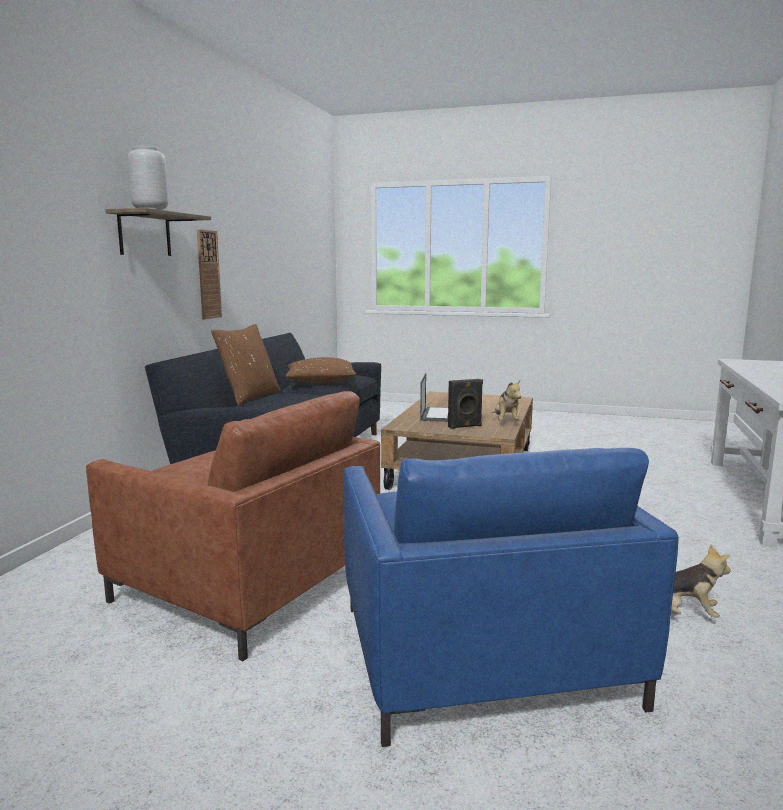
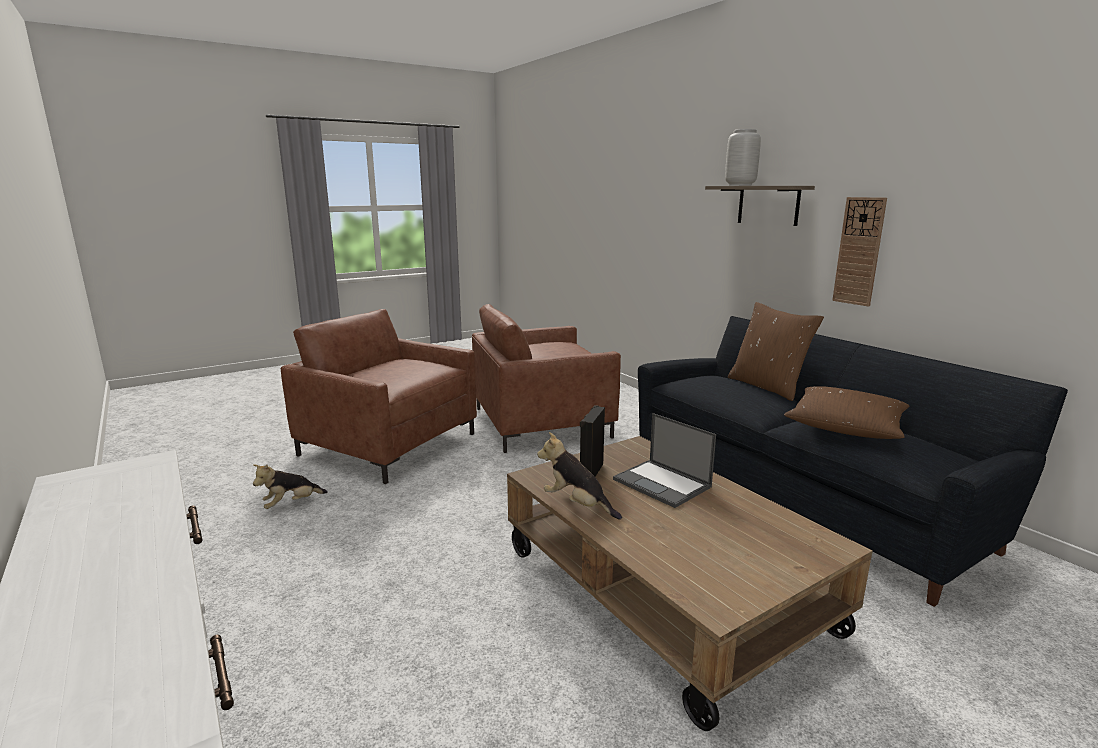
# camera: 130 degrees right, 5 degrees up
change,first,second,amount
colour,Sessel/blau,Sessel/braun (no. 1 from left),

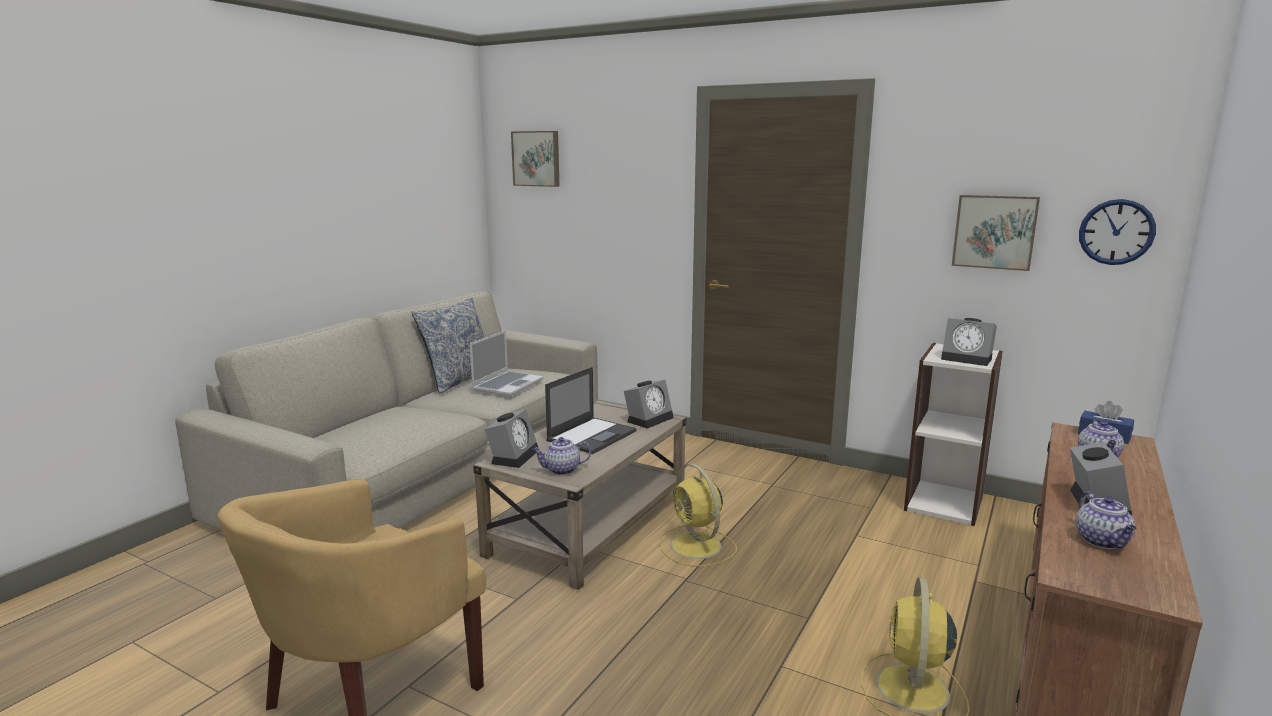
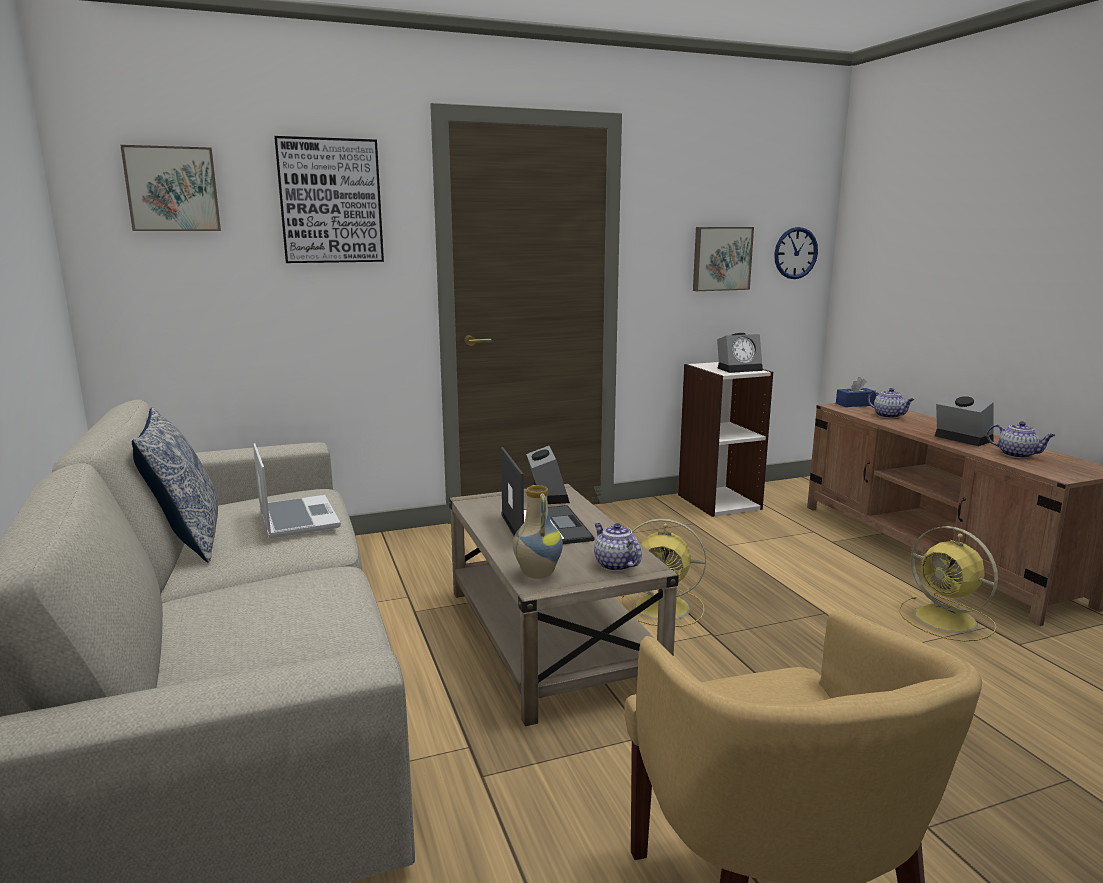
# camera: 50 degrees left, 0 degrees up
change,first,second,amount
exchanged,Wecker (no. 1 from left),Vase,
spun,Teekanne (no. 1 from left),,120 degrees clockwise
appeared,,Bild (no. 2 from left),

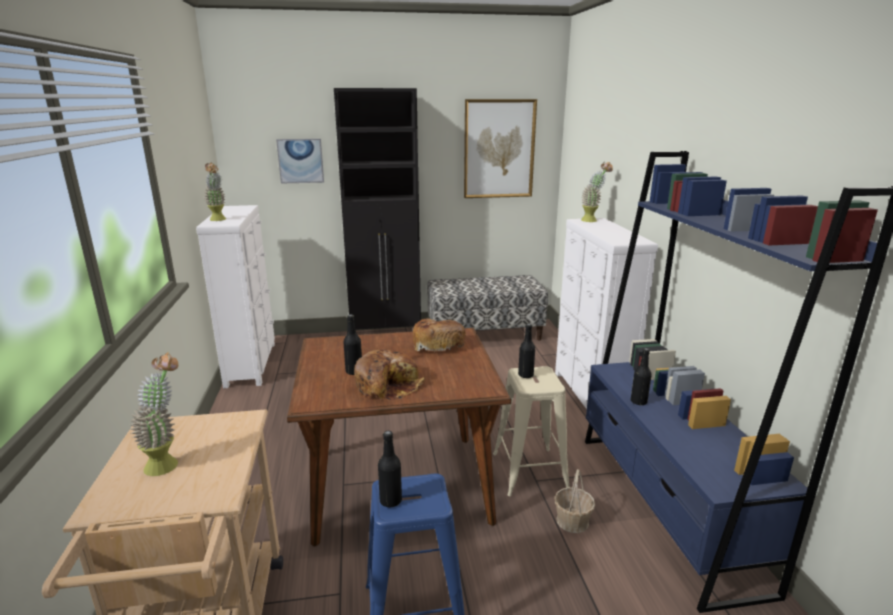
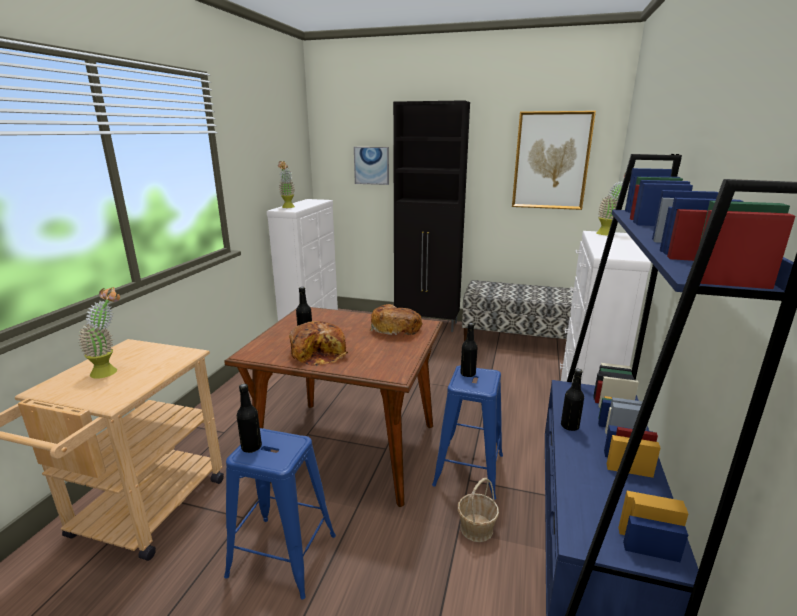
# camera: 25 degrees right, 0 degrees up
change,first,second,amount
colour,Hocker/beige,Hocker/blau (no. 2 from left),

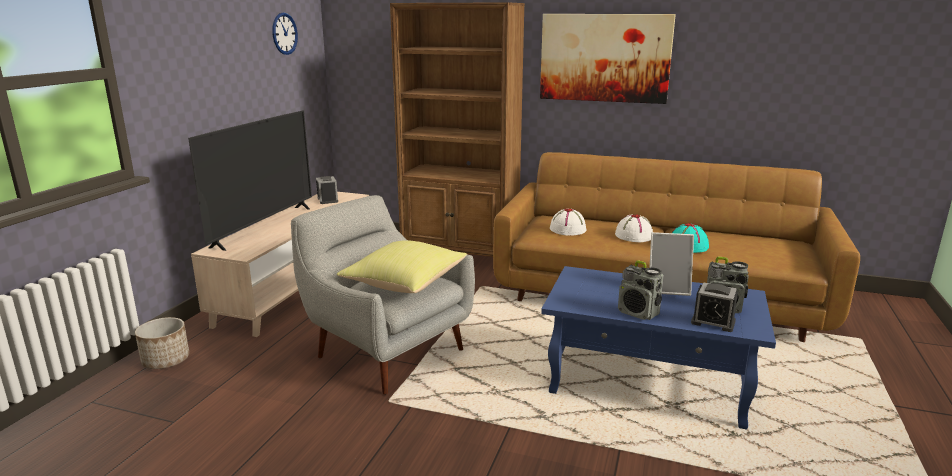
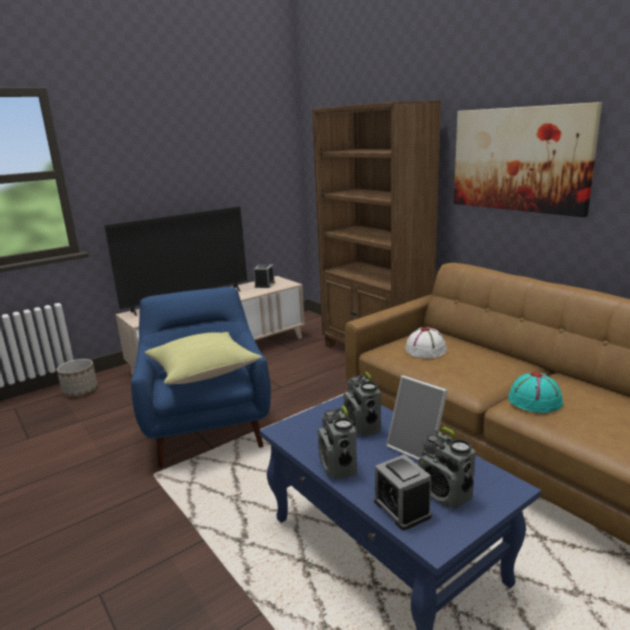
# camera: 35 degrees right, 0 degrees up
change,first,second,amount
missing,Wanduhr,,
colour,Sessel/grau,Sessel/blau,
missing,Hut/weiß (no. 2 from left),,
appeared,,Radio (no. 2 from left),

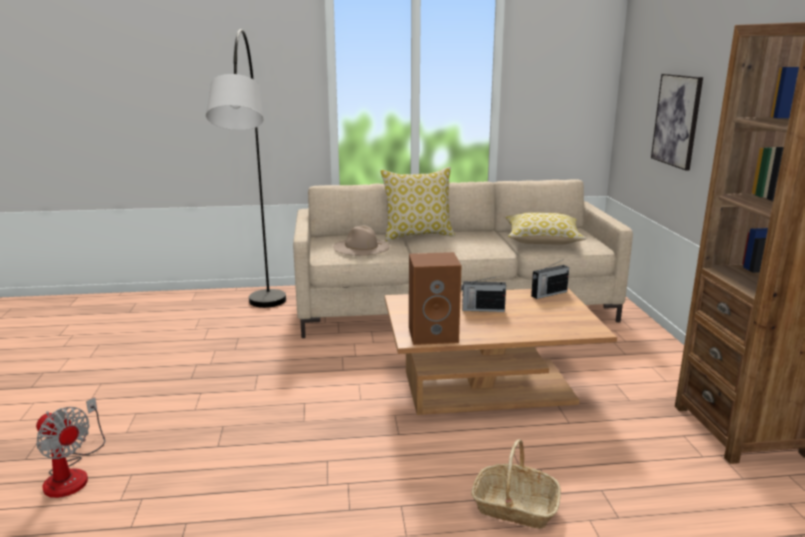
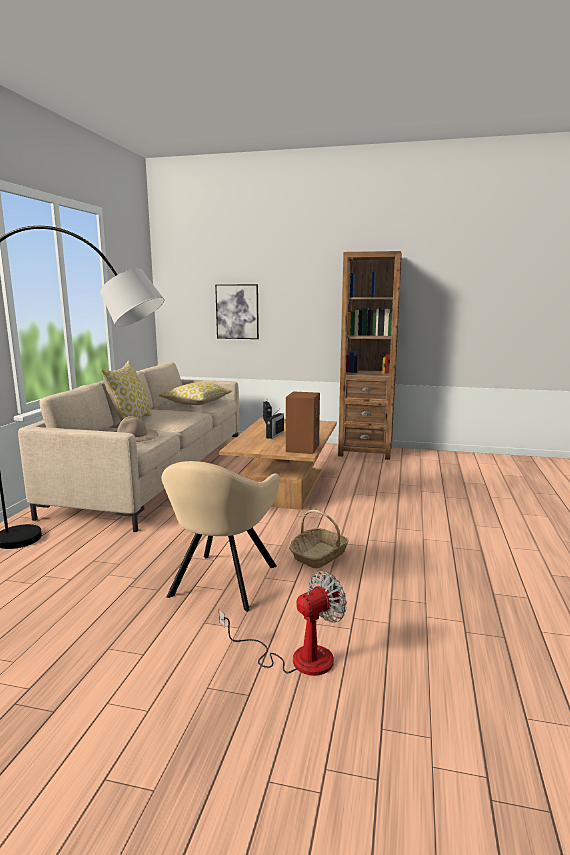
# camera: 70 degrees left, 5 degrees down
change,first,second,amount
relocated,Korb,,
appeared,,Sessel/beige,

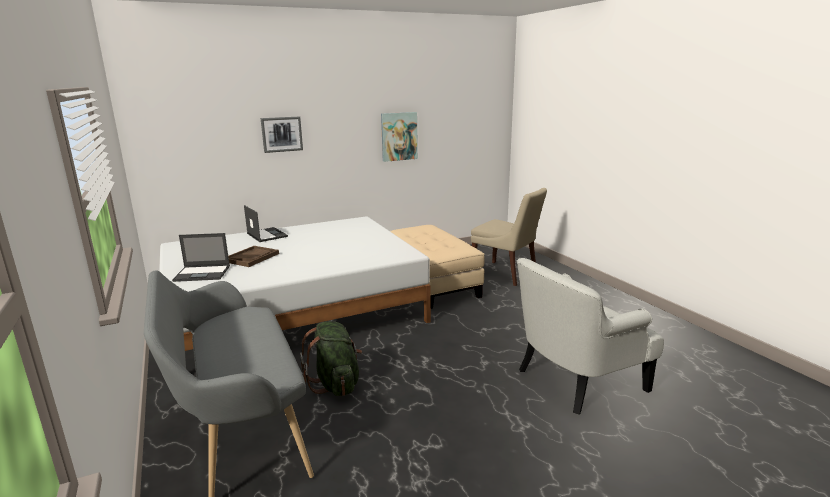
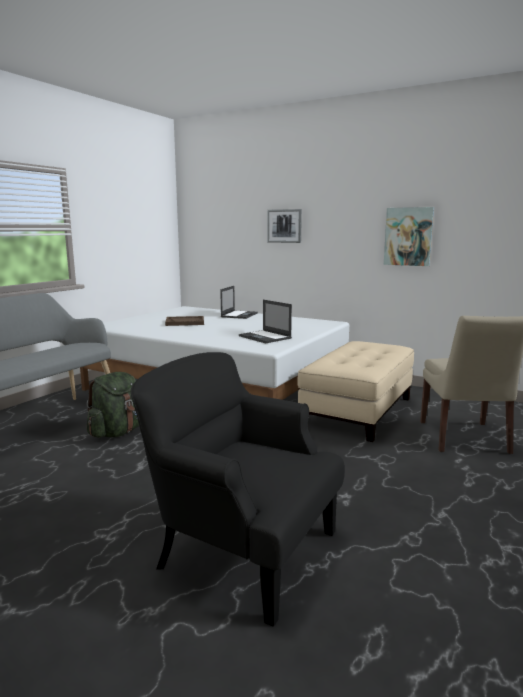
# camera: 55 degrees right, 5 degrees down
change,first,second,amount
relocated,Laptop (no. 1 from left in the first image),Laptop (no. 2 from left),
colour,Sessel/weiß,Sessel/schwarz,

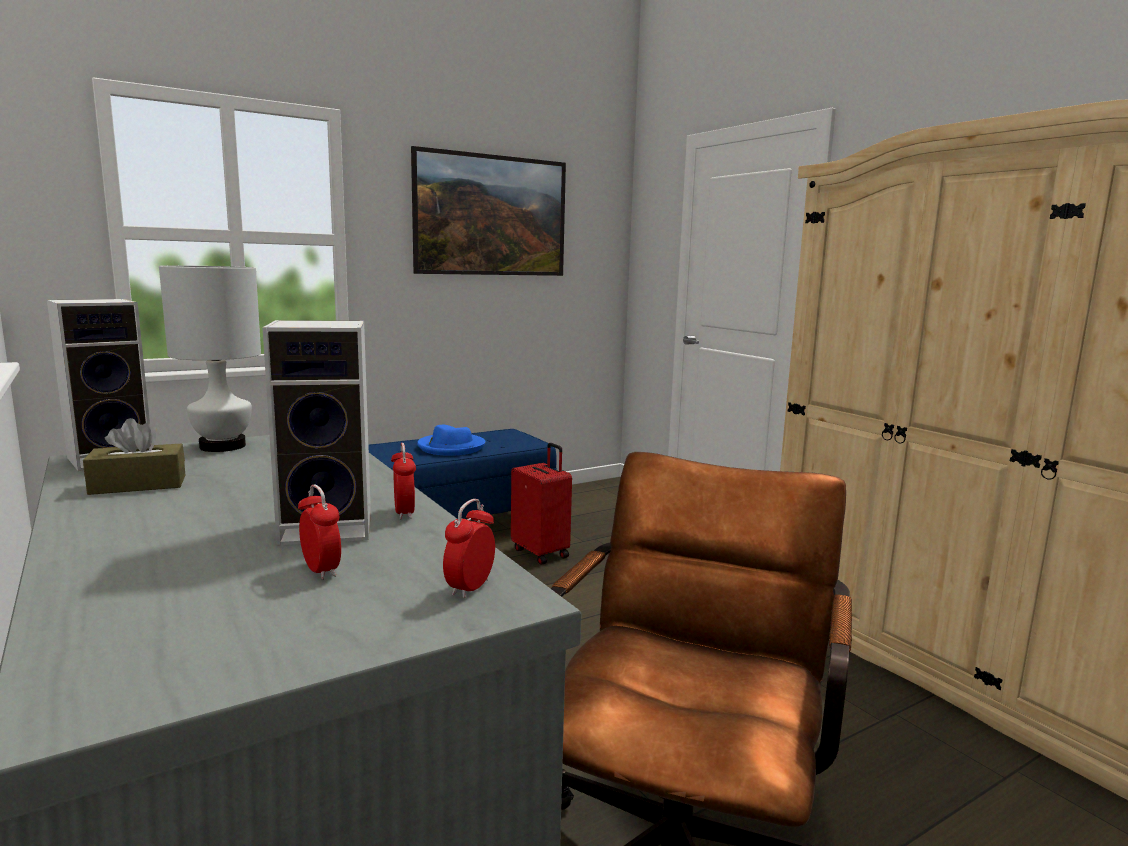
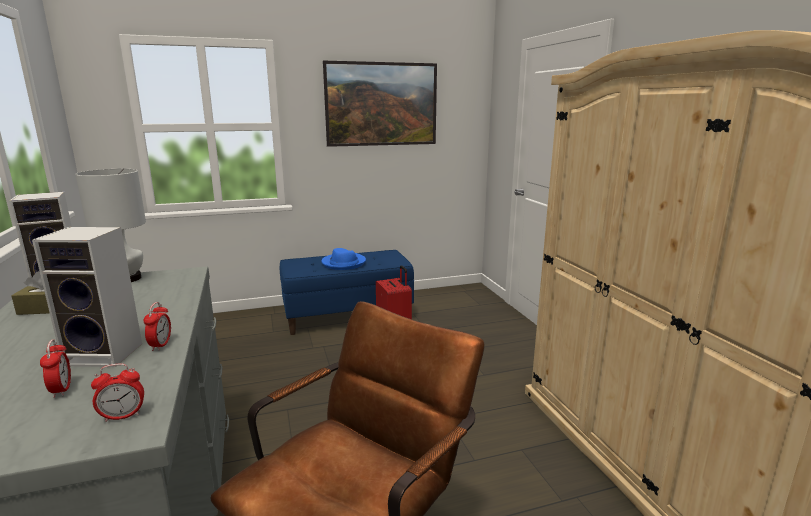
# camera: 15 degrees right, 5 degrees up
change,first,second,amount
spun,Wecker (no. 3 from left in the first image),Wecker (no. 2 from left),150 degrees counterclockwise

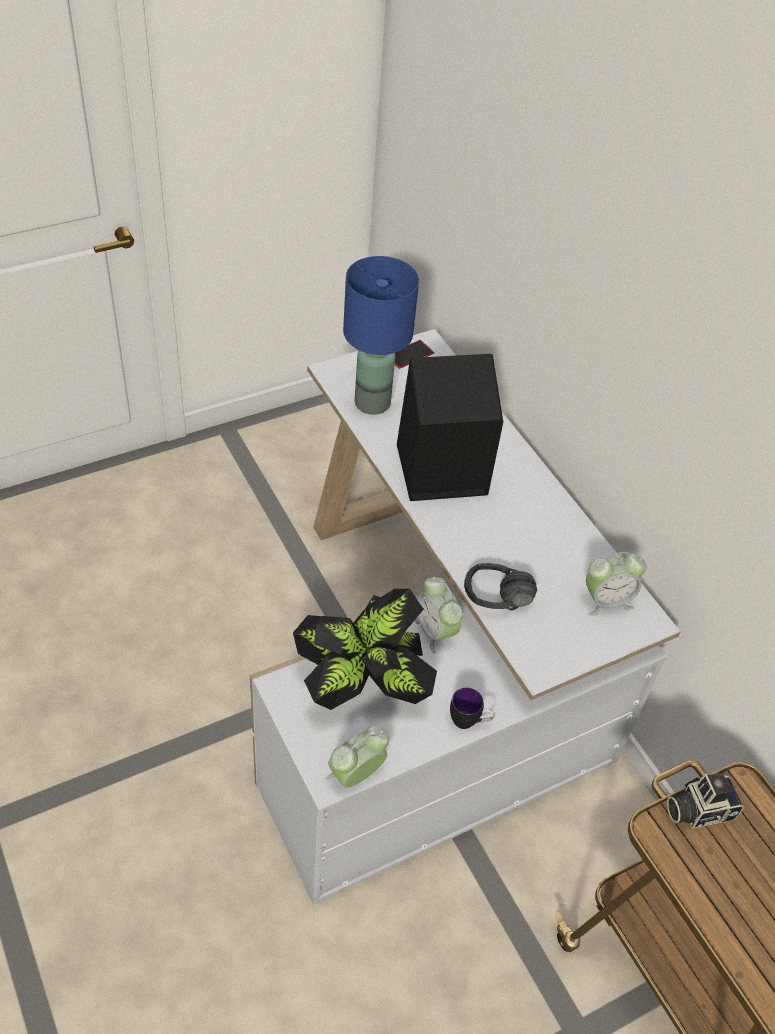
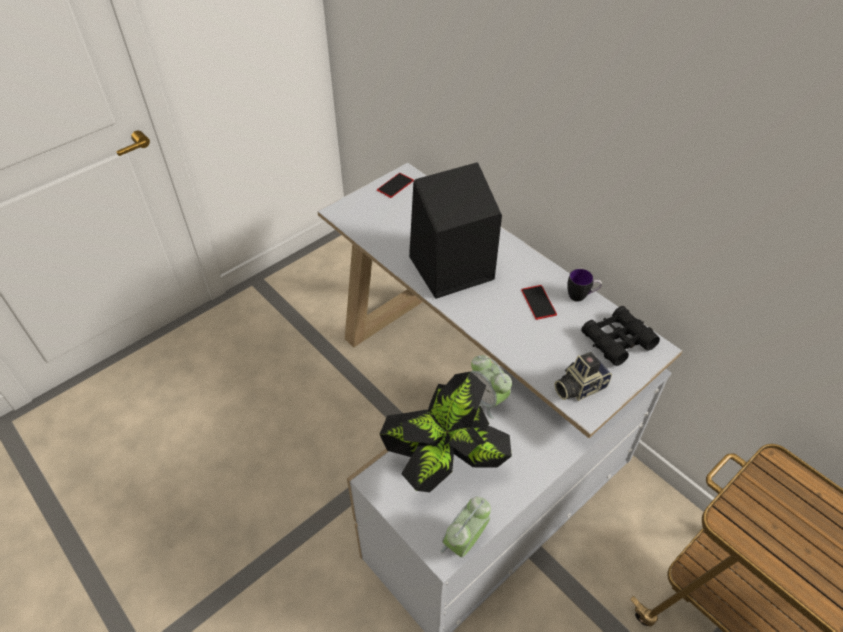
# camera: 10 degrees left, 0 degrees up
change,first,second,amount
missing,Tischlampe/blau,,
exchanged,Wecker (no. 3 from left),Fernglas/schwarz,
missing,Kopfhörer/schwarz,,
relocated,Henkelbecher,,
relocated,Kamera,,
appeared,,Handy (no. 2 from left),

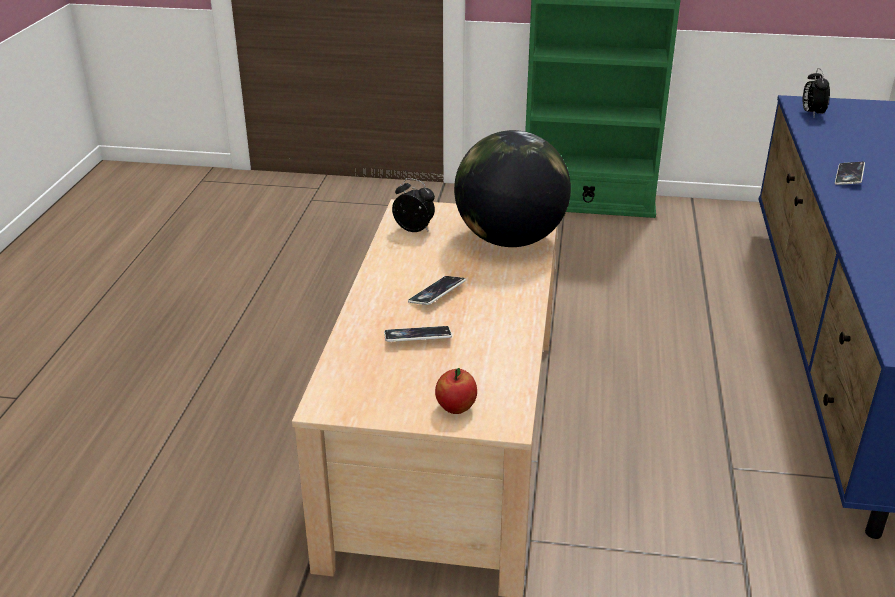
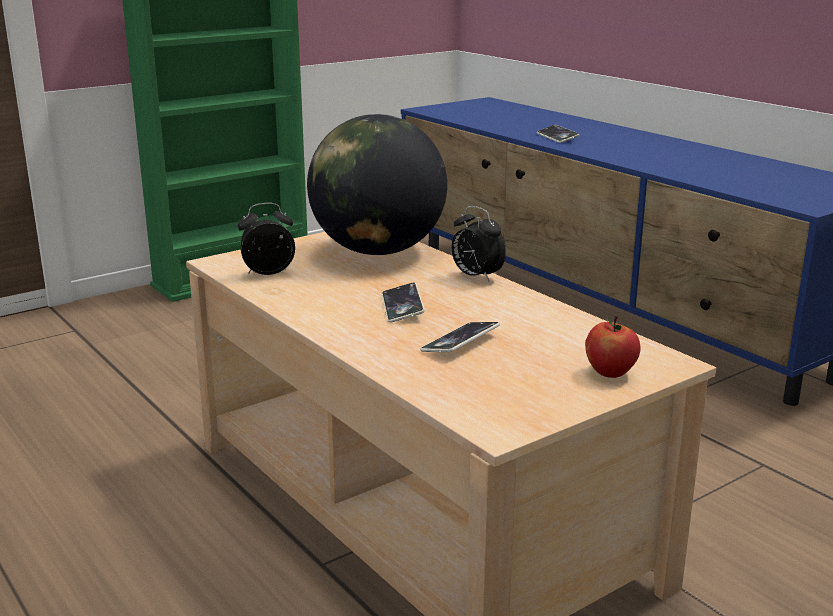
# camera: 45 degrees left, 10 degrees down
change,first,second,amount
relocated,Wecker (no. 2 from left),,

